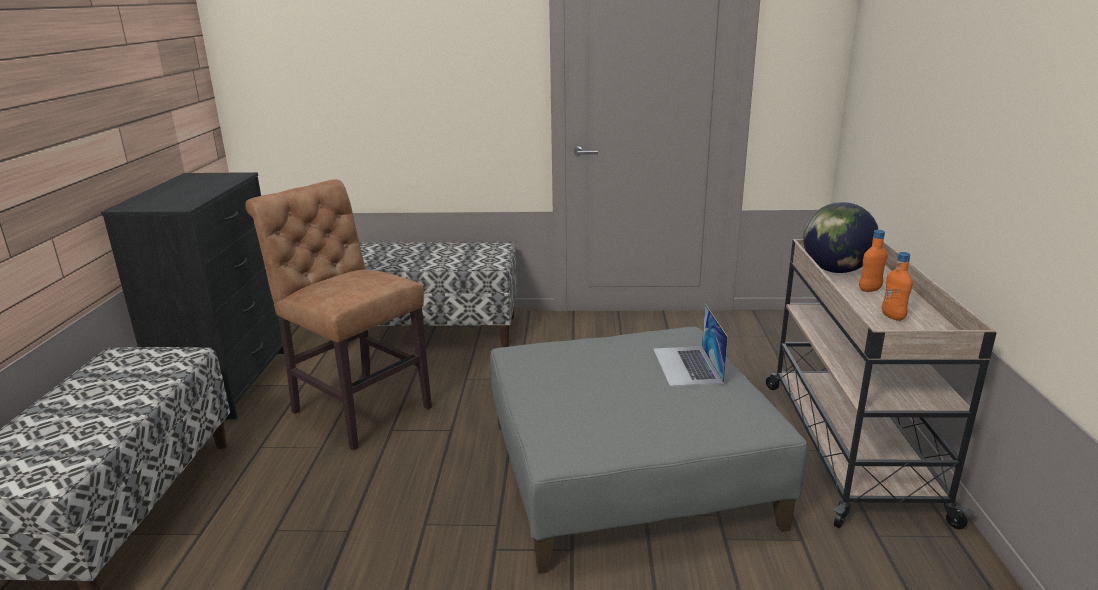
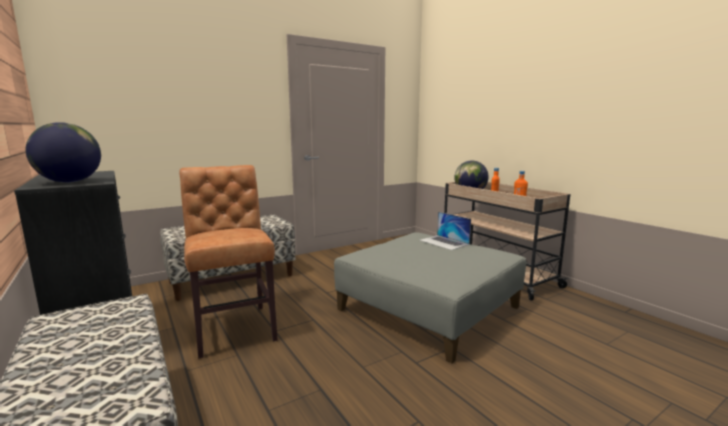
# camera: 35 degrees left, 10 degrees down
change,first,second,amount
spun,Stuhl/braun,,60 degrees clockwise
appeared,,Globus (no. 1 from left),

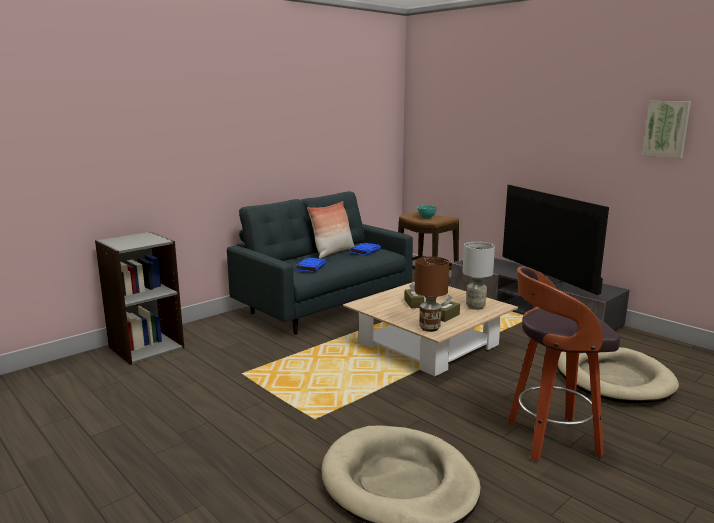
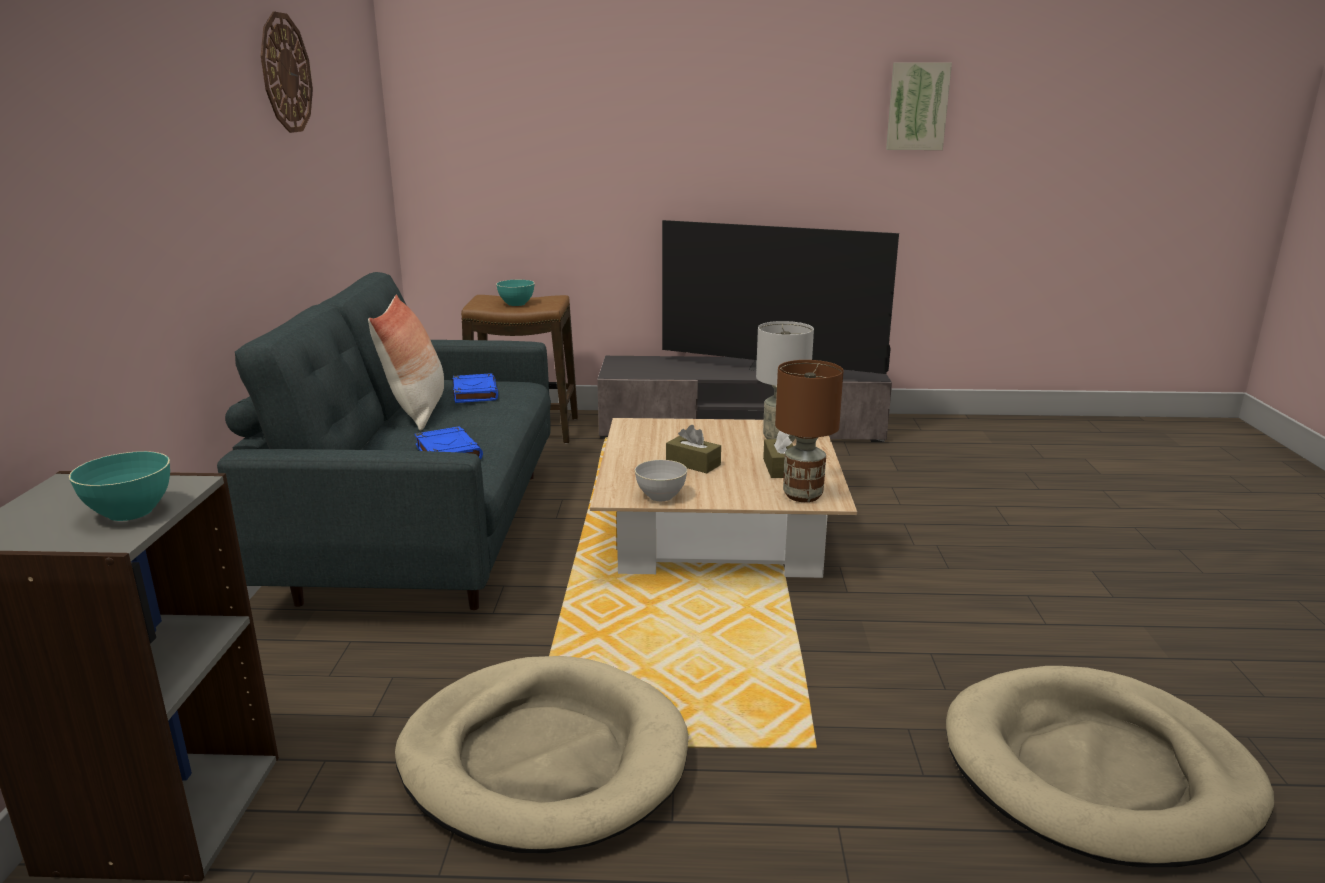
# camera: 45 degrees left, 5 degrees up
change,first,second,amount
missing,Hocker (no. 2 from left),,
relocated,Hundebett/beige (no. 2 from left in the first image),Hundebett/beige (no. 1 from left),
appeared,,Wanduhr,
appeared,,Schüssel/türkis (no. 1 from left),
appeared,,Schüssel/grau,

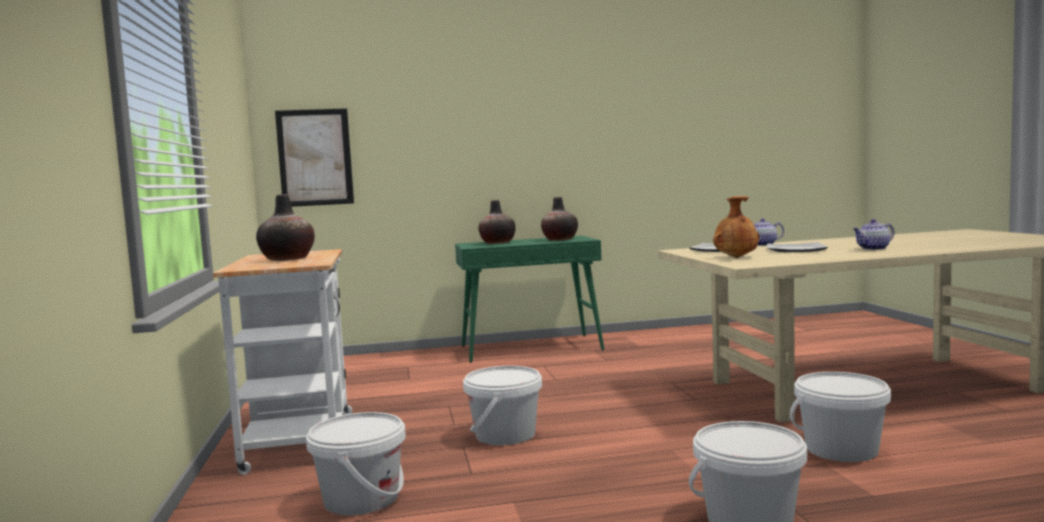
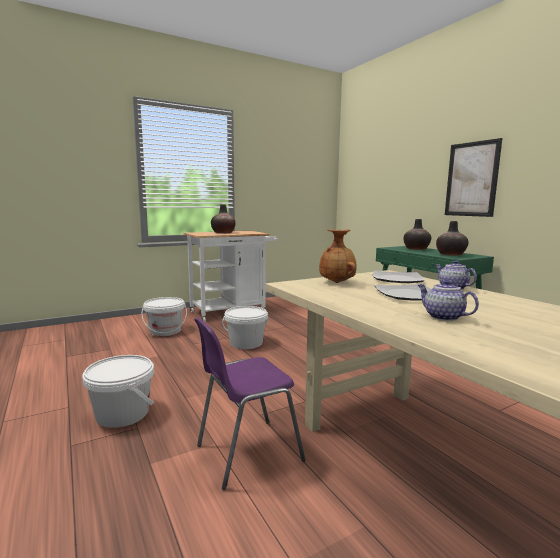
# camera: 70 degrees right, 5 degrees up
change,first,second,amount
relocated,Bild,,
exchanged,Eimer/weiß (no. 4 from left),Stuhl/lila,

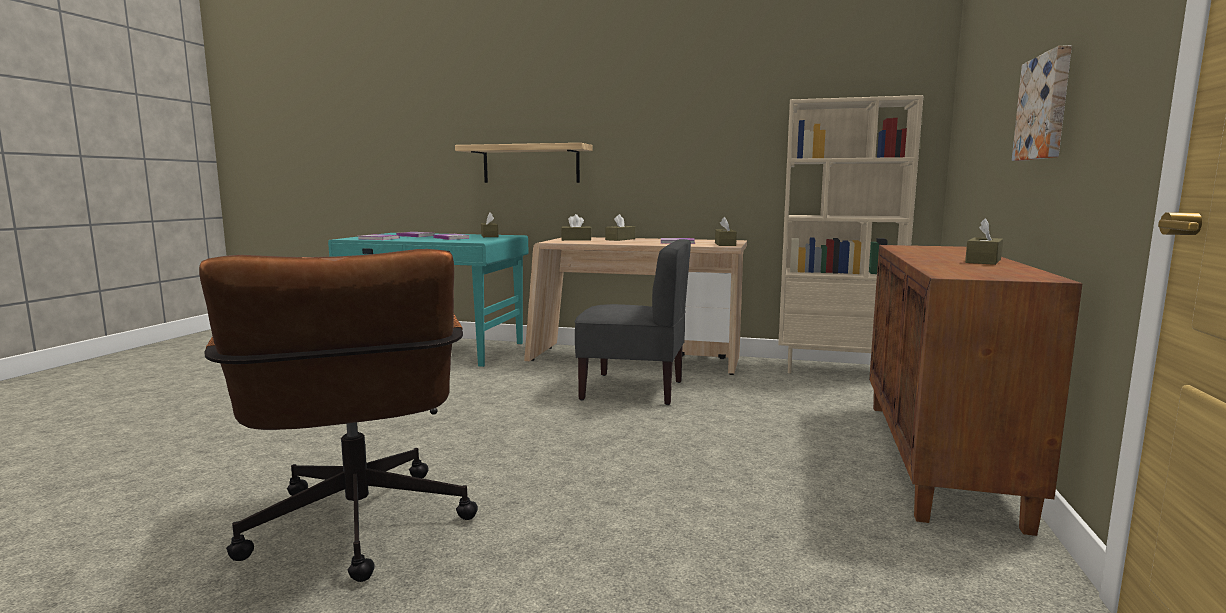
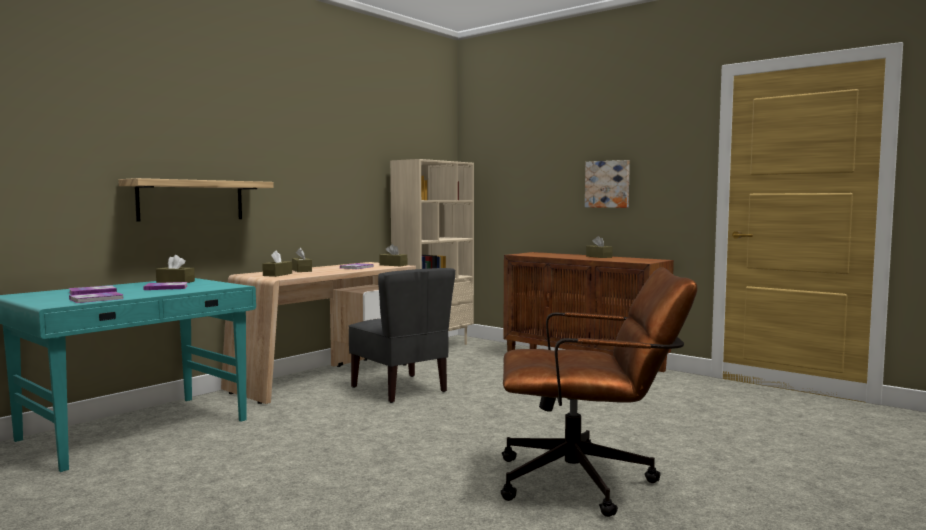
# camera: 65 degrees left, 5 degrees down
change,first,second,amount
spun,Stuhl/grau,,105 degrees clockwise

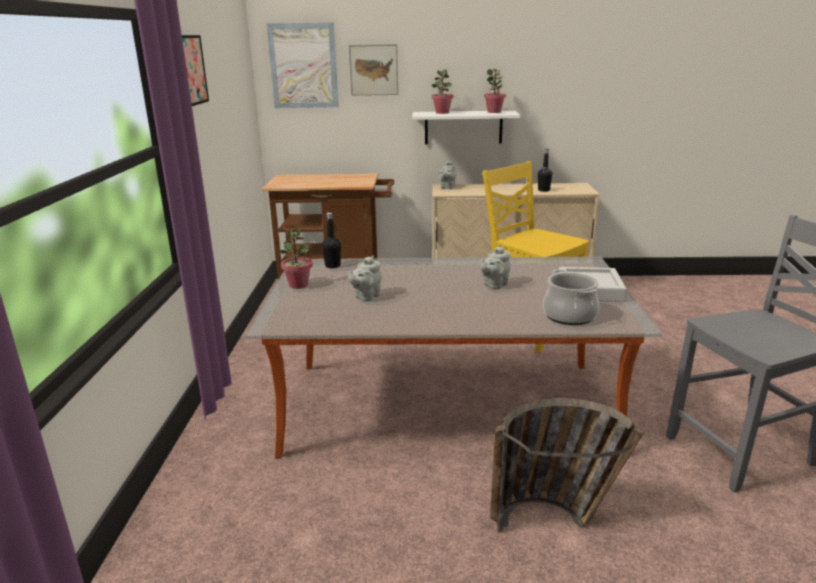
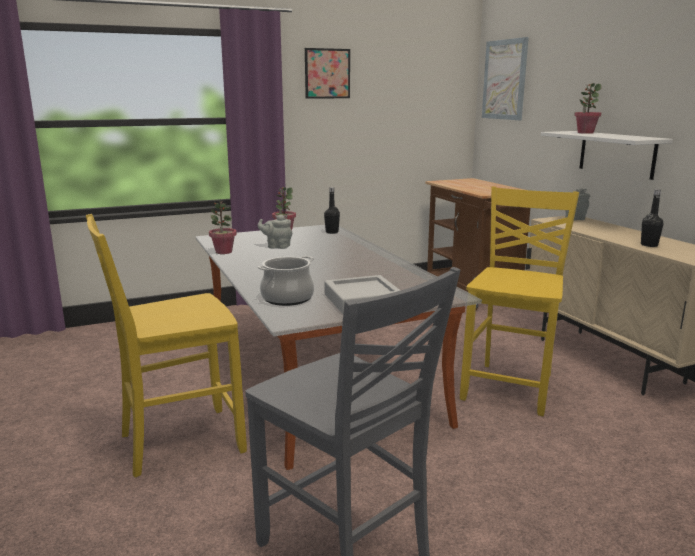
# camera: 65 degrees right, 5 degrees down
change,first,second,amount
missing,Bild (no. 3 from left),,
relocated,Topfpflanze (no. 3 from left in the first image),Topfpflanze (no. 1 from left),
missing,Teekanne/grau (no. 3 from left),,
exchanged,Korb,Stuhl/gelb (no. 1 from left),

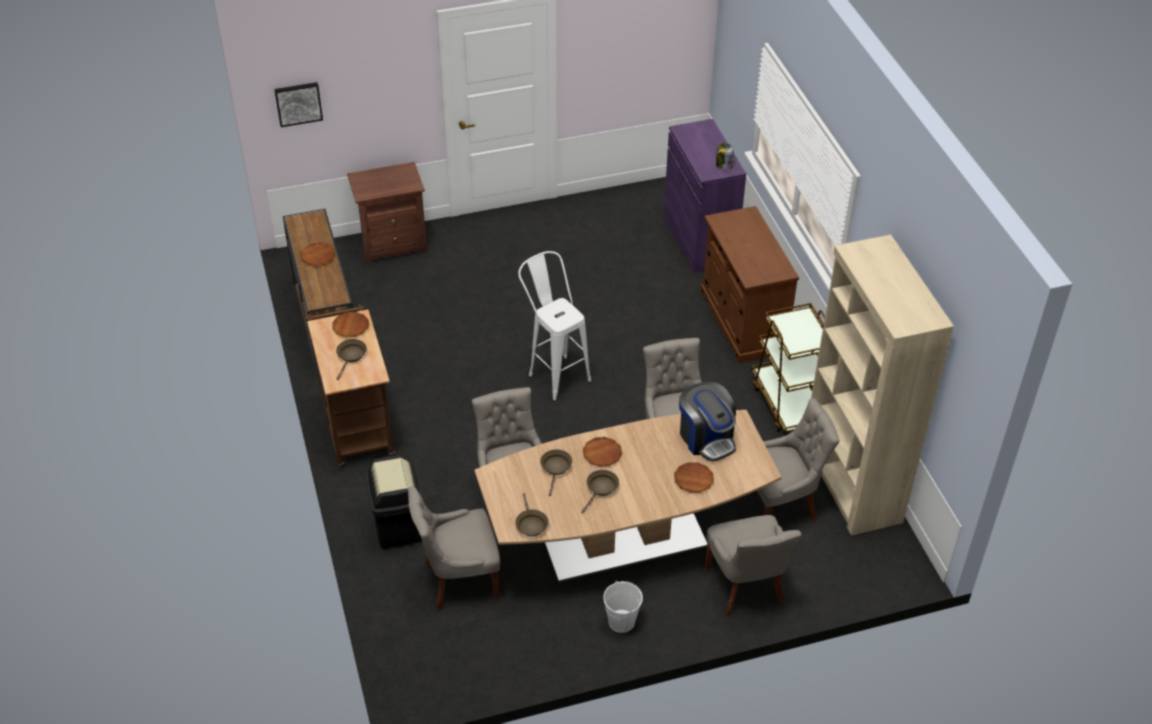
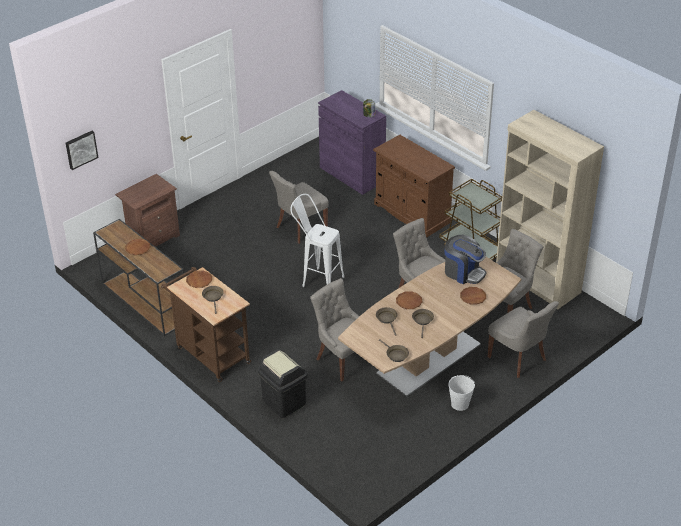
# camera: 25 degrees left, 5 degrees down
change,first,second,amount
relocated,Stuhl/grau (no. 1 from left),,

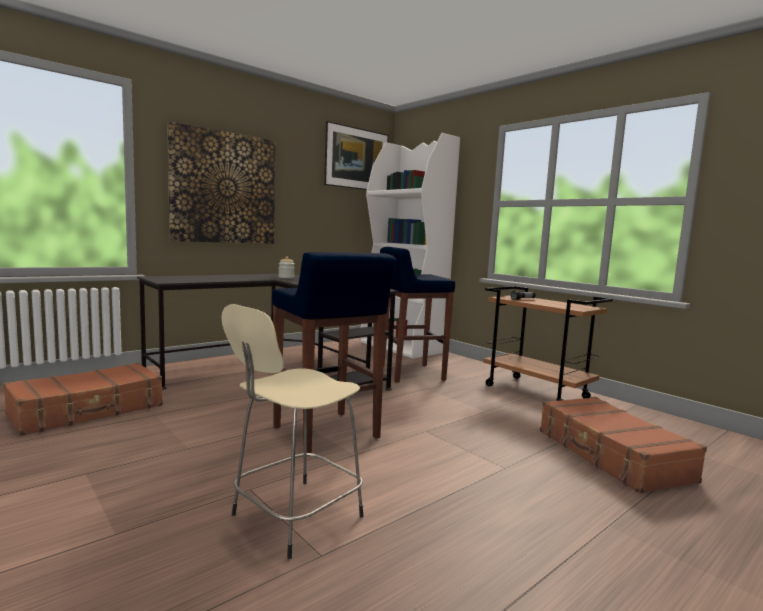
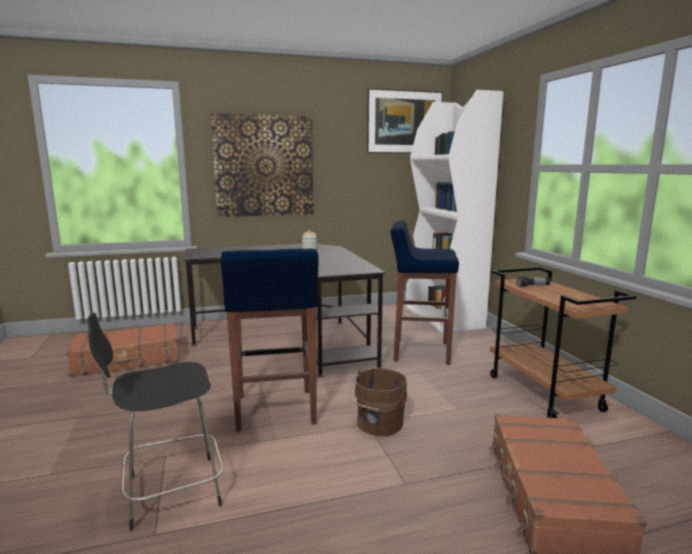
# camera: 25 degrees right, 5 degrees up
change,first,second,amount
colour,Hocker/beige,Hocker/schwarz,
appeared,,Eimer/braun,

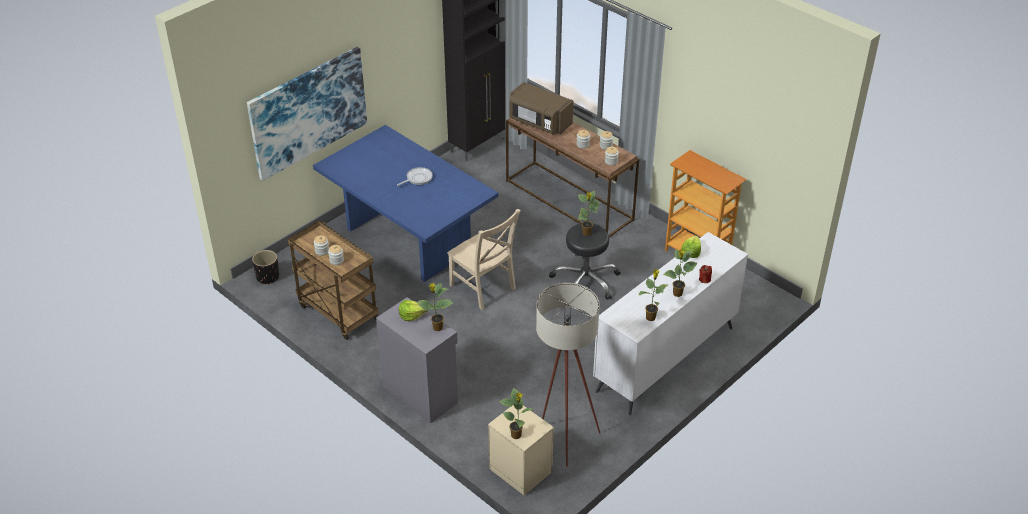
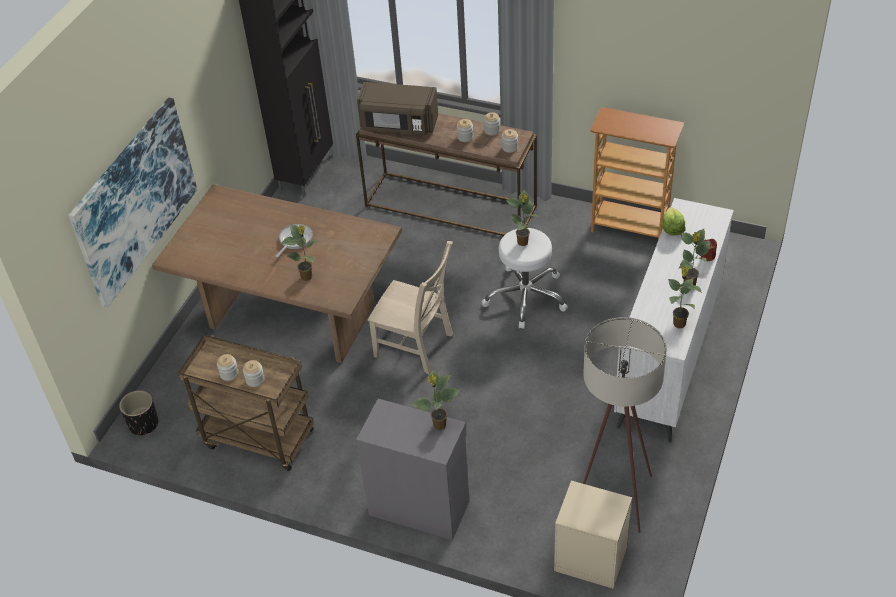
# camera: 20 degrees left, 5 degrees up
change,first,second,amount
colour,Esstisch/blau,Esstisch/braun,
colour,Hocker/schwarz,Hocker/weiß,
missing,Salatkopf (no. 1 from left),,
relocated,Topfpflanze (no. 2 from left in the first image),Topfpflanze (no. 1 from left),

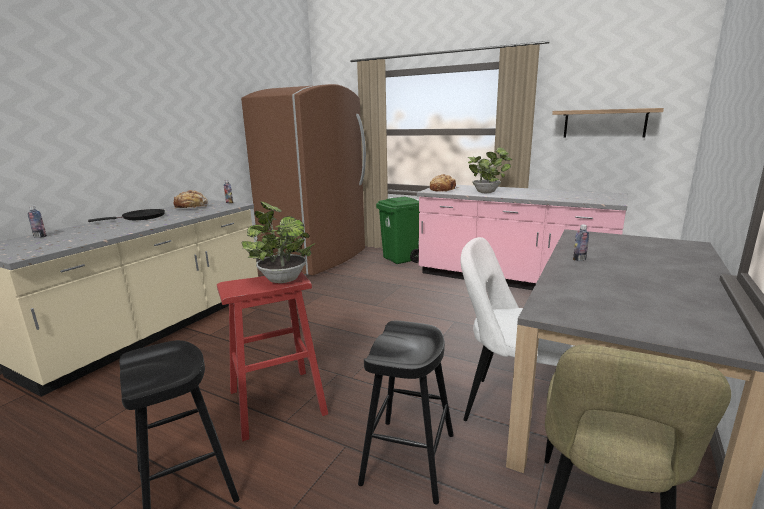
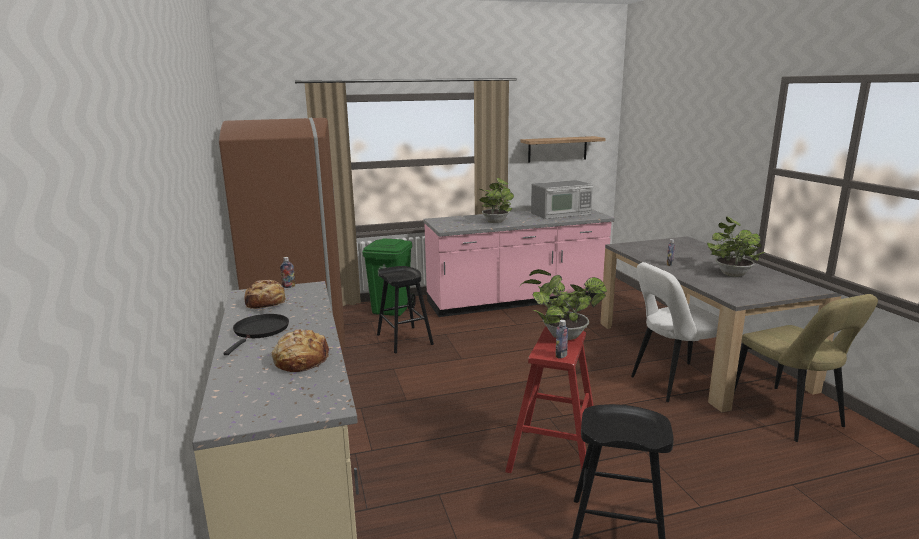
# camera: 45 degrees left, 0 degrees up
change,first,second,amount
relocated,Brot (no. 2 from left),,
relocated,Flasche (no. 1 from left in the first image),Flasche (no. 2 from left),
relocated,Hocker/schwarz (no. 2 from left in the first image),Hocker/schwarz (no. 1 from left),
appeared,,Mikrowelle,
appeared,,Topfpflanze (no. 3 from left),

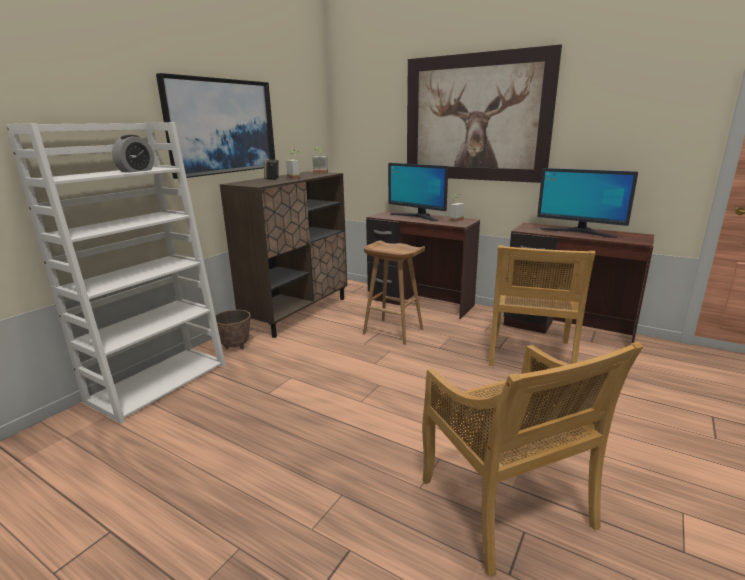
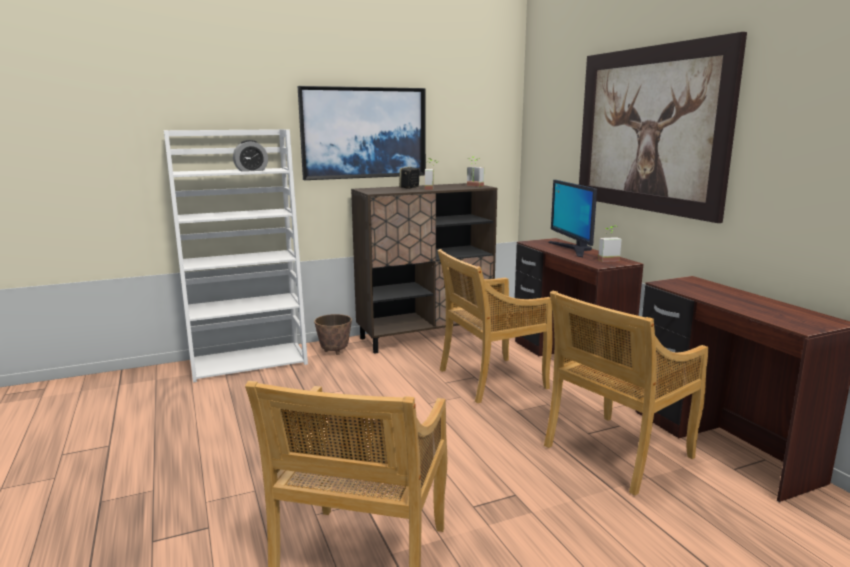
# camera: 35 degrees right, 5 degrees down
change,first,second,amount
missing,Monitor (no. 2 from left),,
exchanged,Hocker/braun,Stuhl/beige (no. 2 from left),

